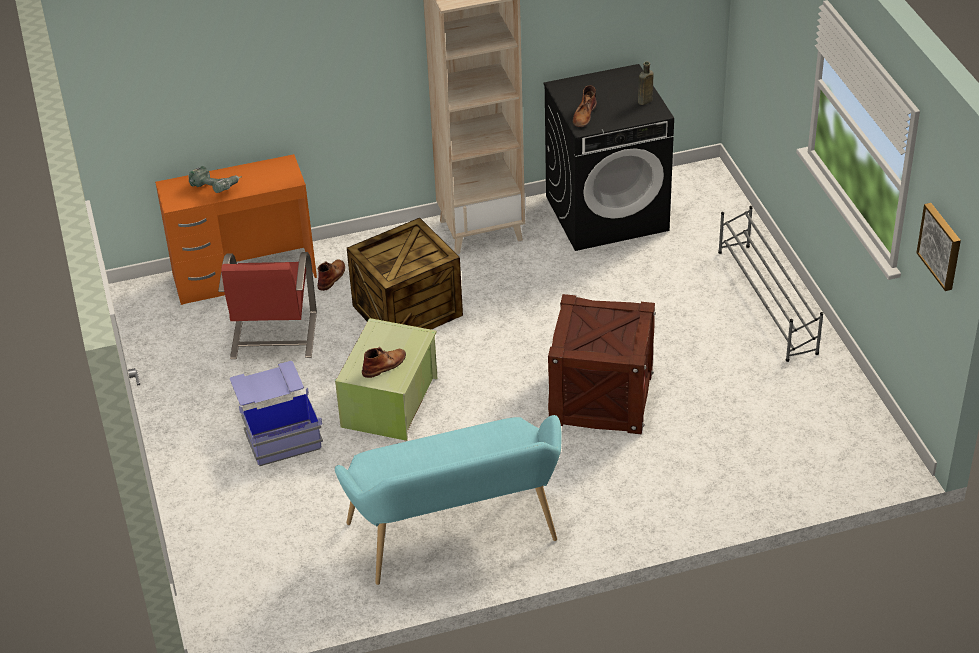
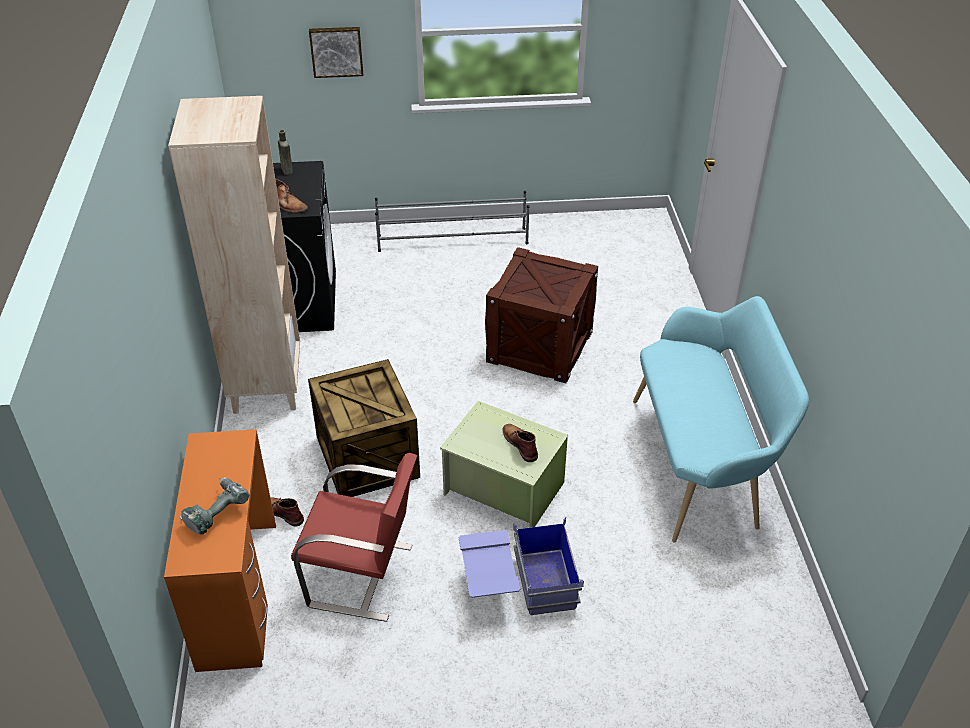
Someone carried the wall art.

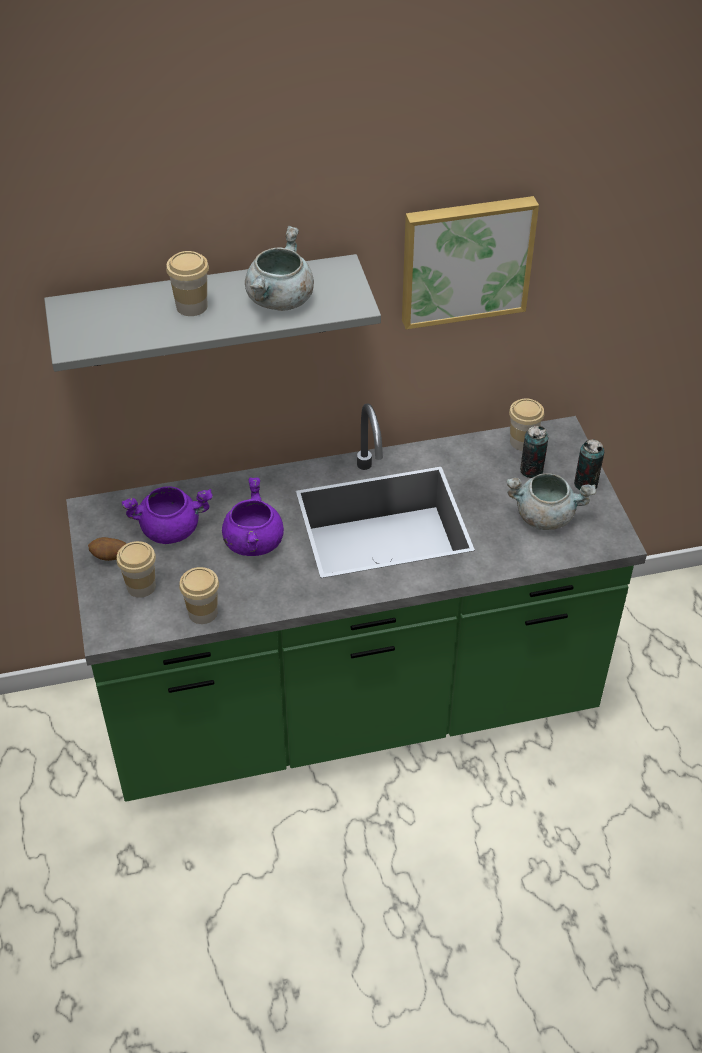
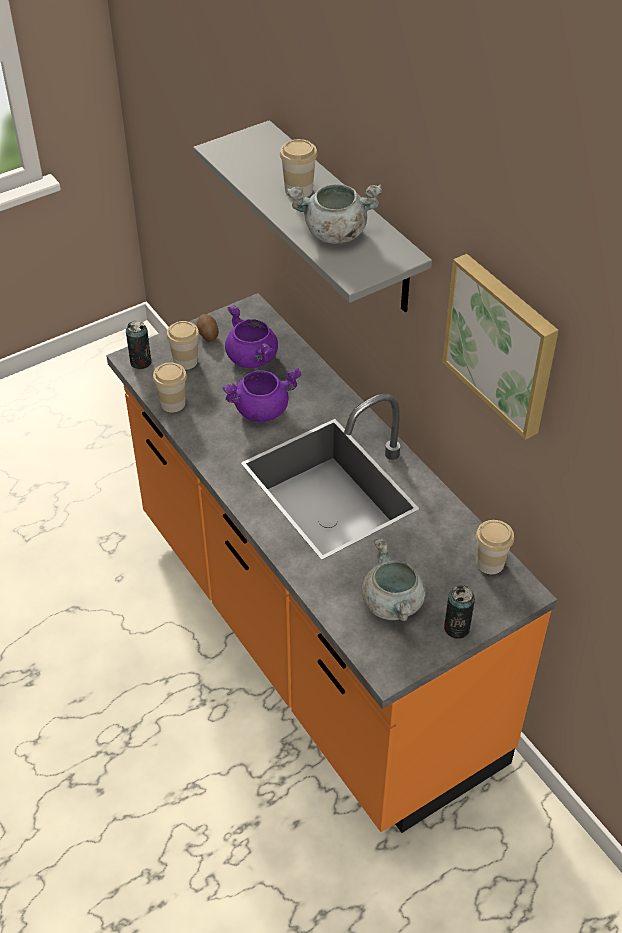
Someone repainted the green-coloured kitchen counter, which became the orange-coloured kitchen counter. Someone carried the metal can (no. 1 from left).

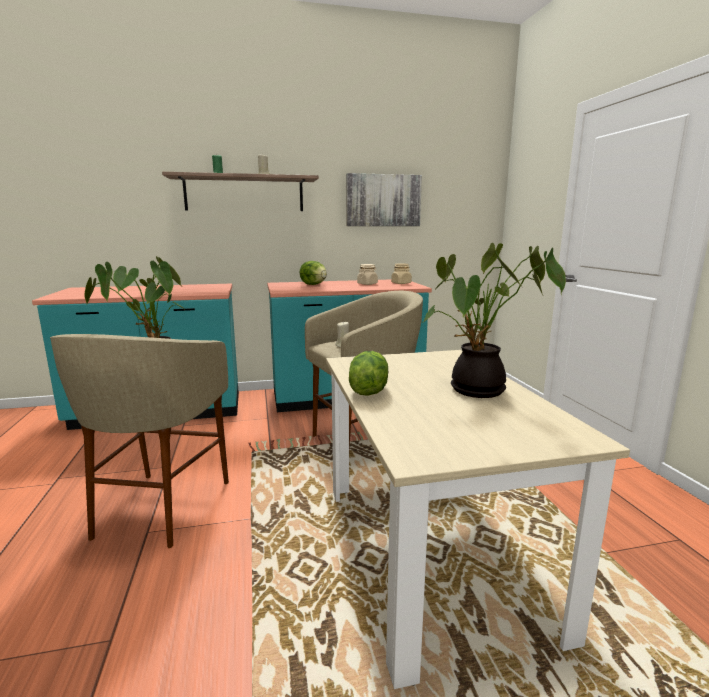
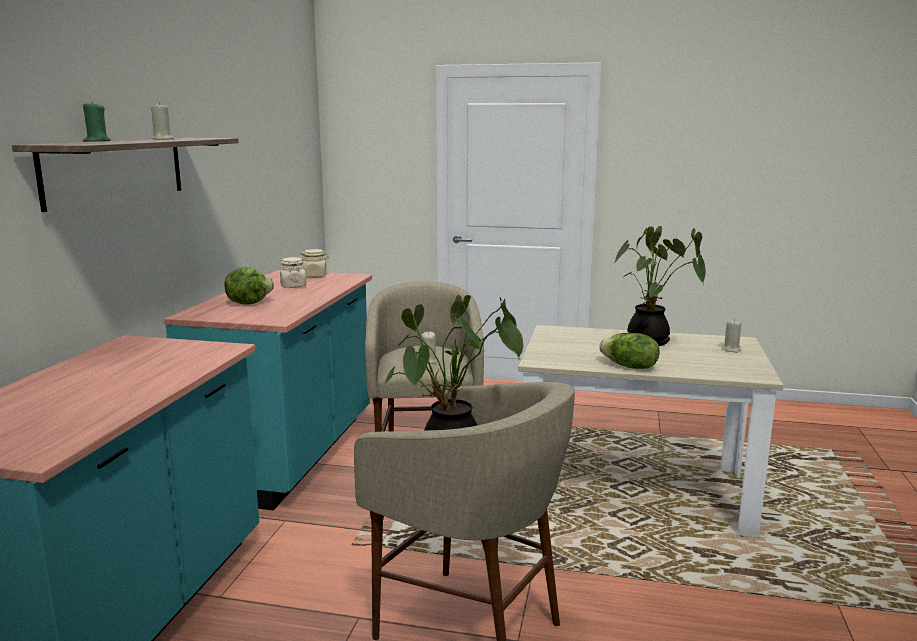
Someone put down the beige candle (no. 3 from left). Someone took away the wall art.

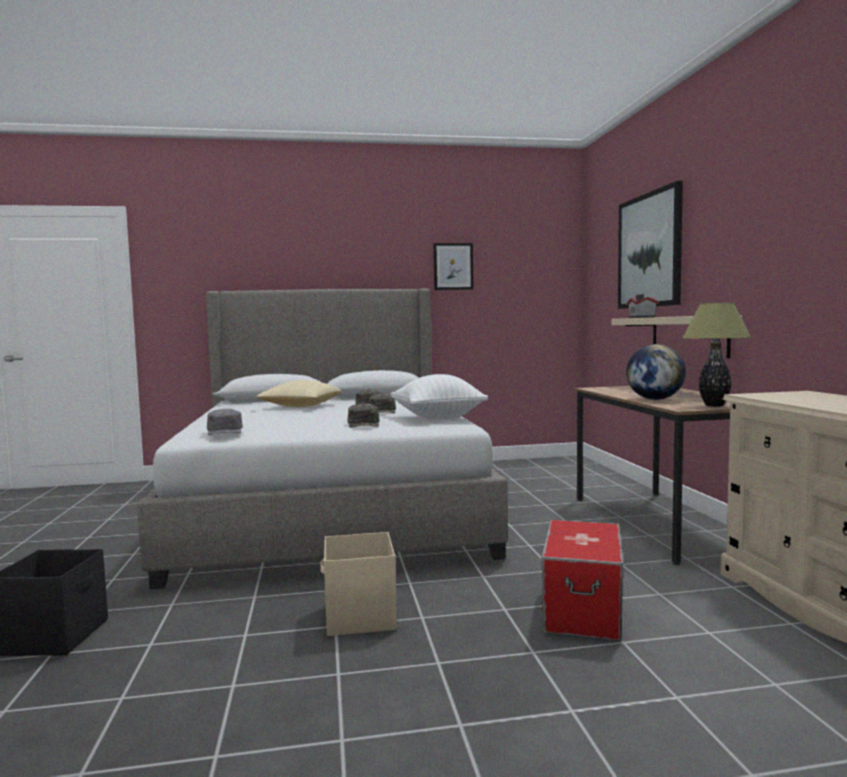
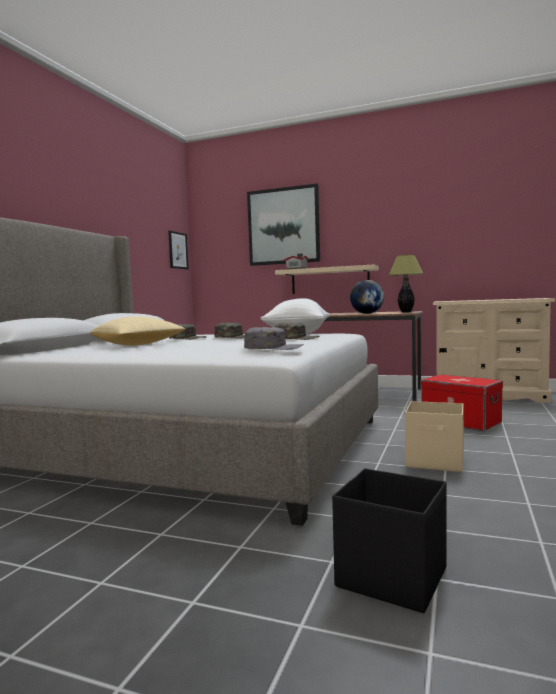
Someone carried the wall art (no. 1 from left).

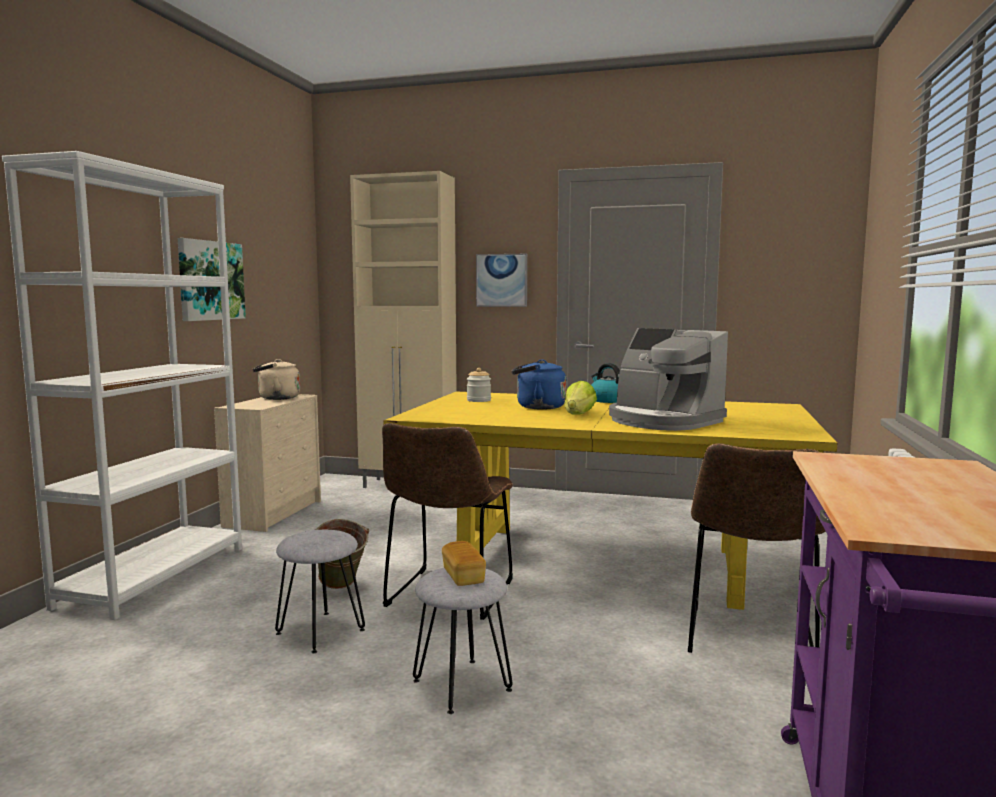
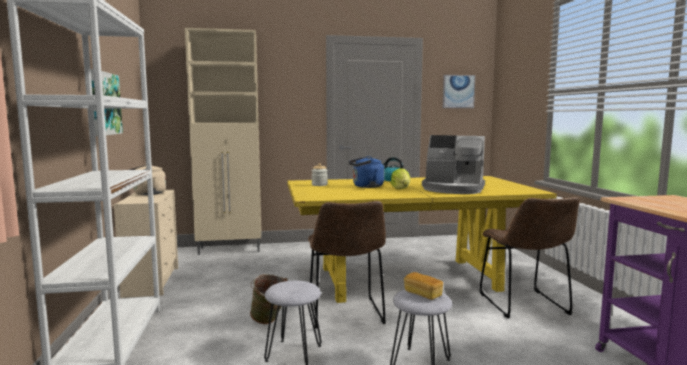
Someone carried the wall art (no. 2 from left).

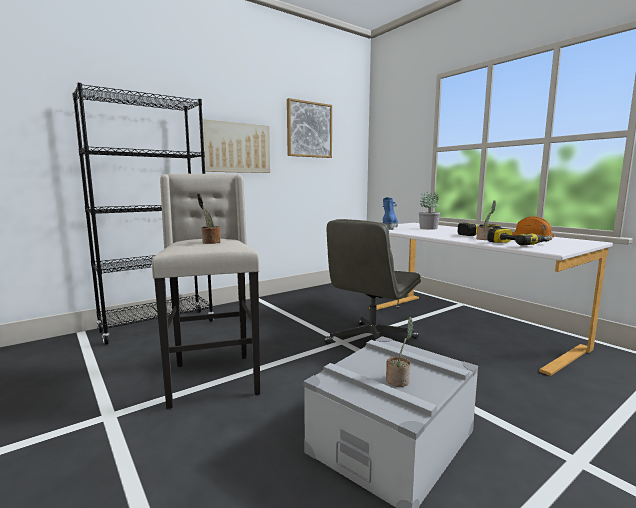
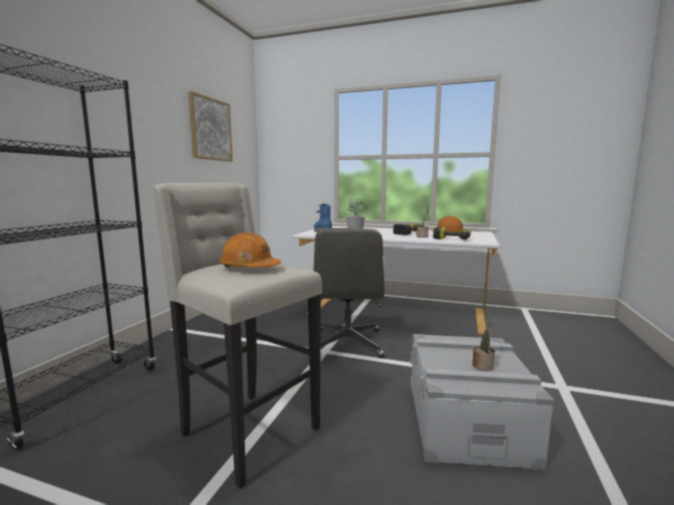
Someone swapped the potted plant (no. 1 from left) for the orange-coloured work helmet (no. 1 from left). Someone took away the wall art (no. 1 from left).

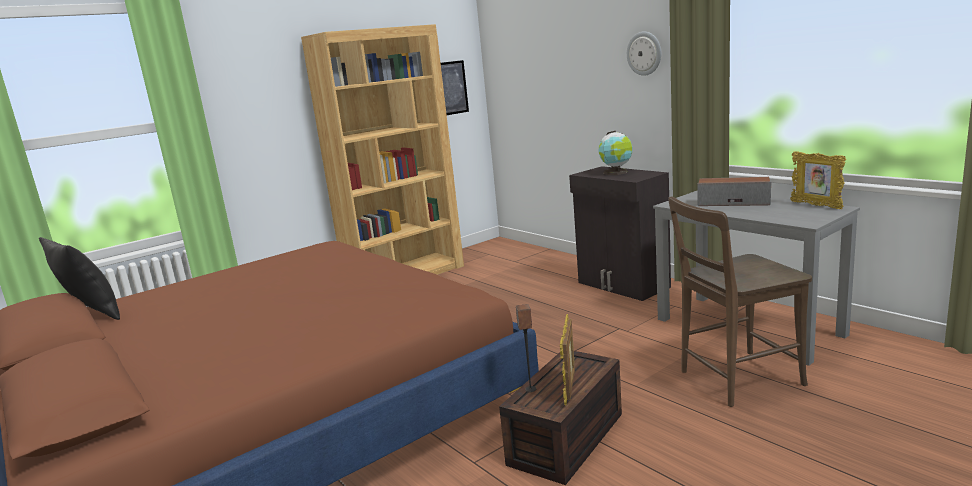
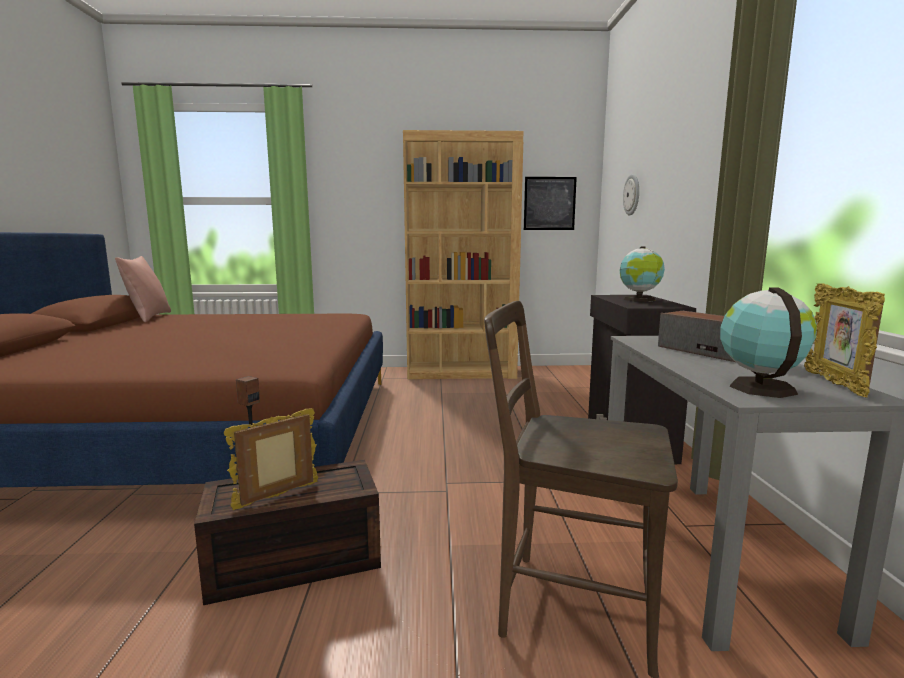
Someone repainted the black cushion, which became the pinkish cushion. Someone carried the clock on the wall. Someone put down the globe (no. 2 from left).

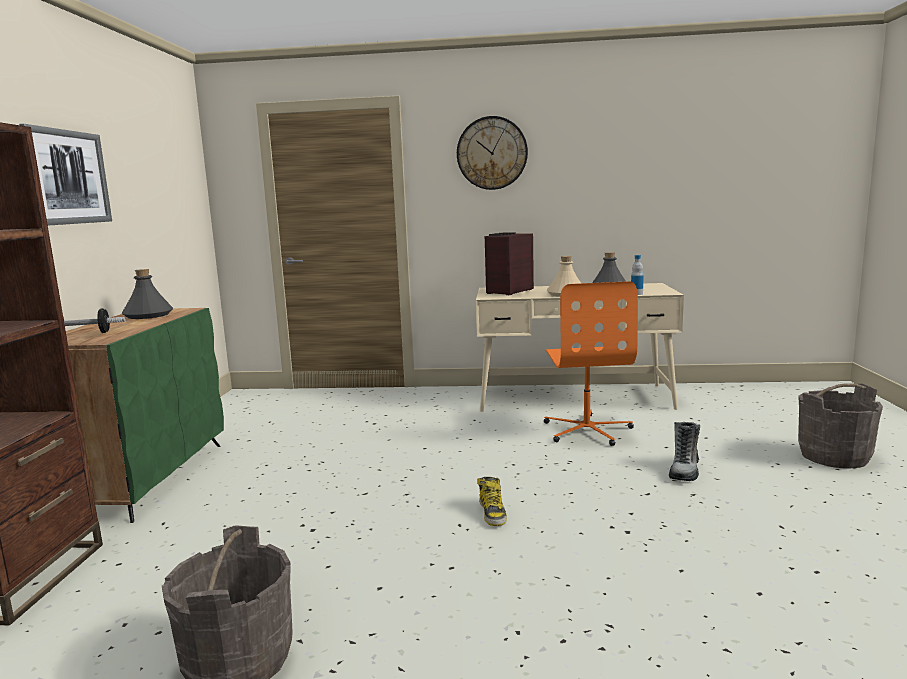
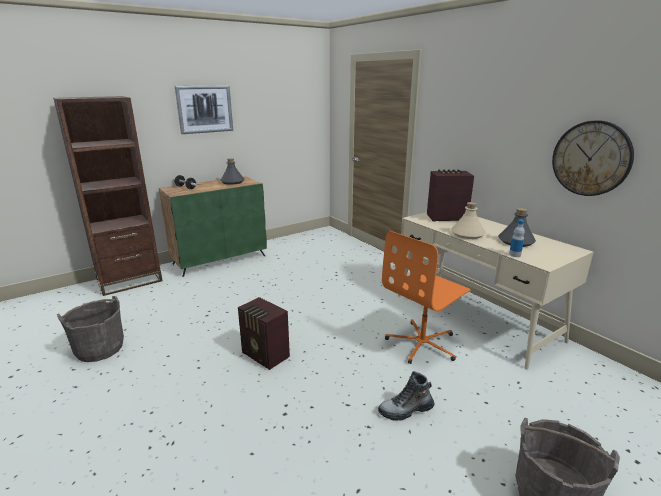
Someone swapped the high-top boot (no. 1 from left) for the radio set (no. 1 from left). Someone carried the clock on the wall.

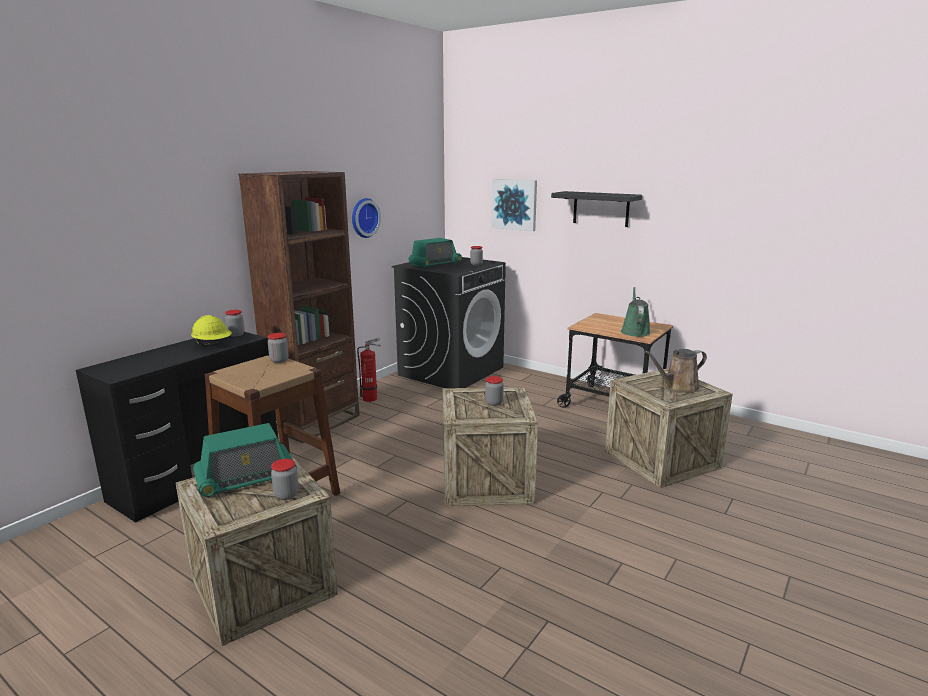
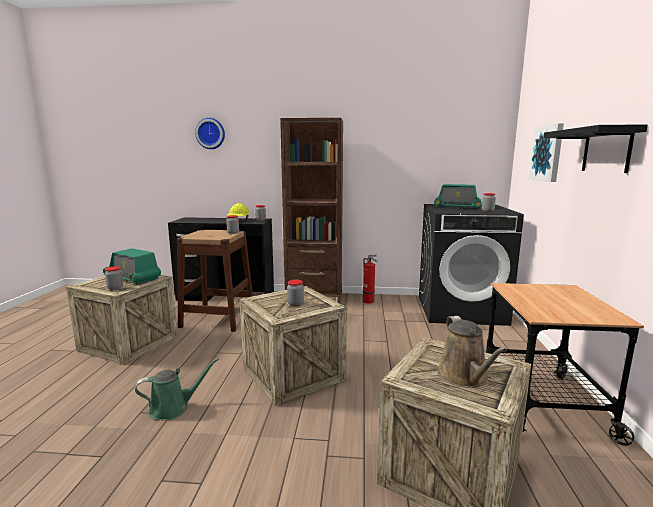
Someone carried the green-coloured watering pot. Someone carried the clock on the wall. Someone rotated the brown-coloured watering pot by 135 degrees counterclockwise.

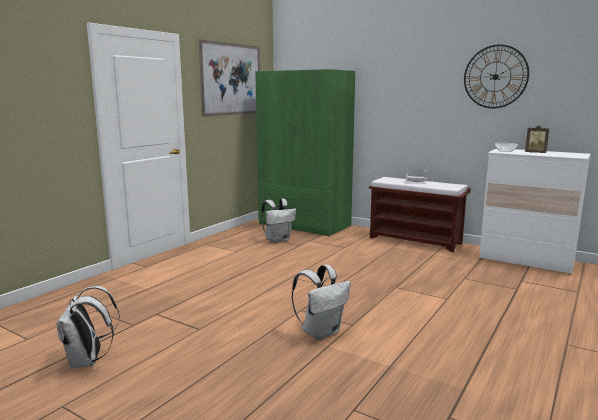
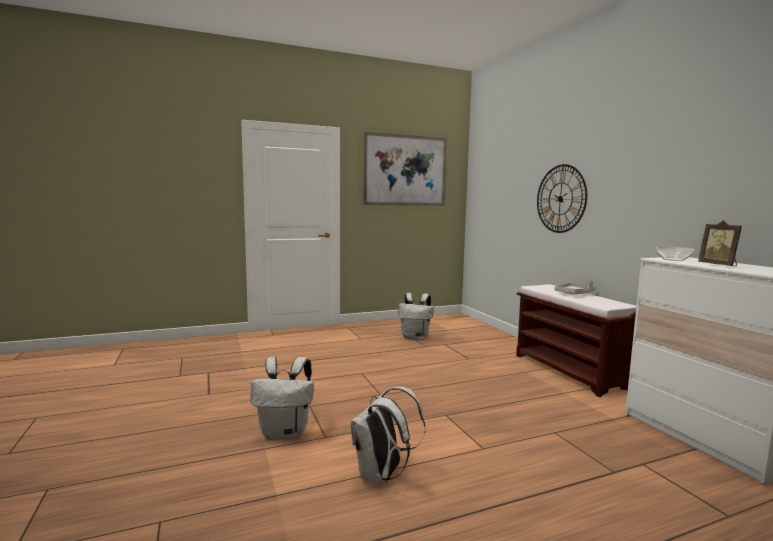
Someone carried the whitish knapsack (no. 1 from left in the first image). Someone carried the clock on the wall. Someone took away the green-coloured clothes cupboard.

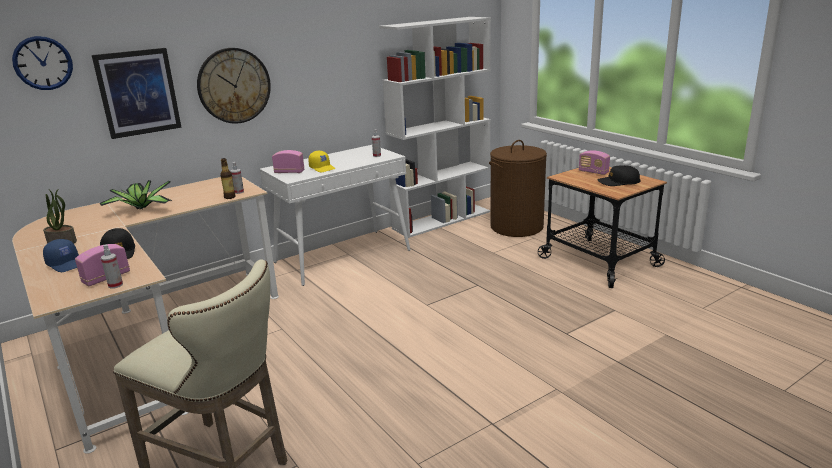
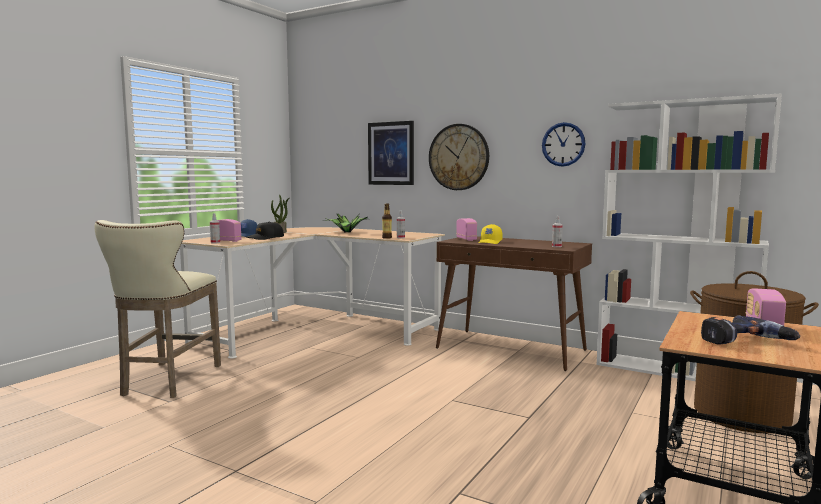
Someone repainted the whitish narrow table, which became the brown-coloured narrow table. Someone carried the clock on the wall (no. 1 from left in the first image). Someone swapped the black baseball cap (no. 2 from left) for the electric drill.

